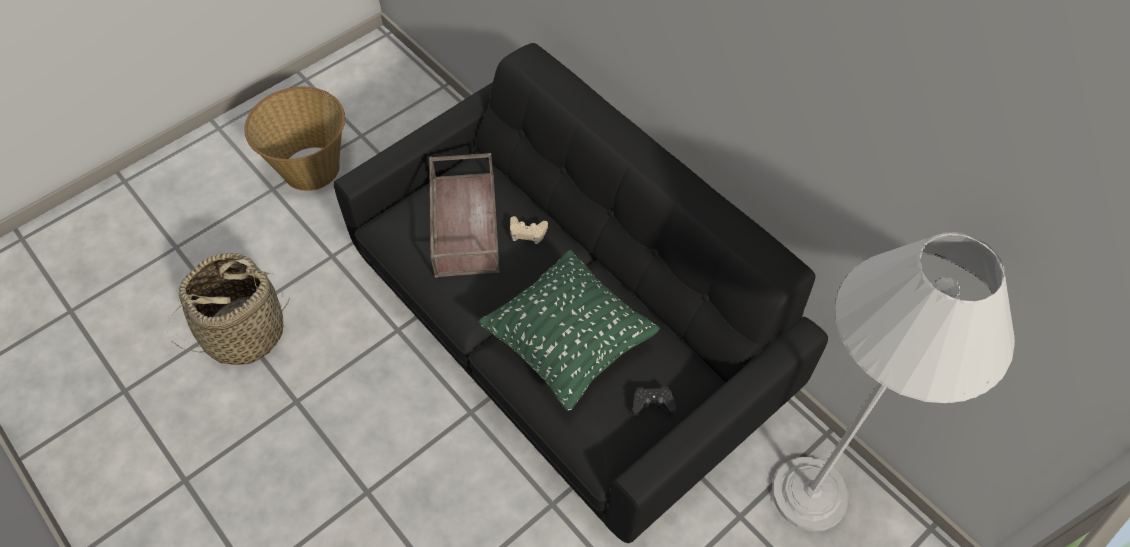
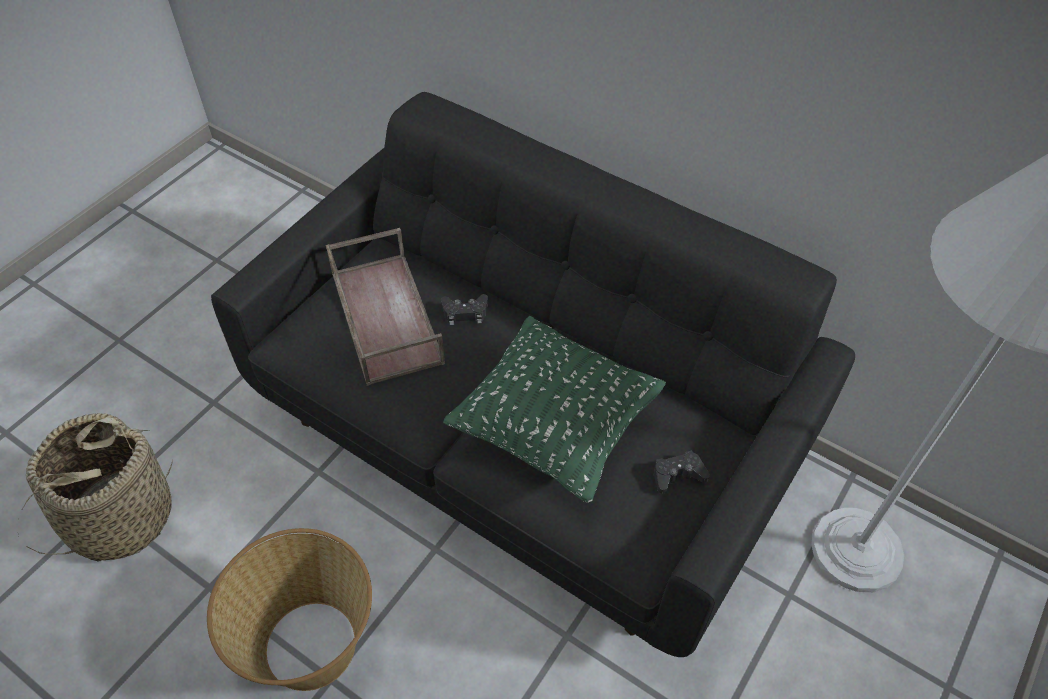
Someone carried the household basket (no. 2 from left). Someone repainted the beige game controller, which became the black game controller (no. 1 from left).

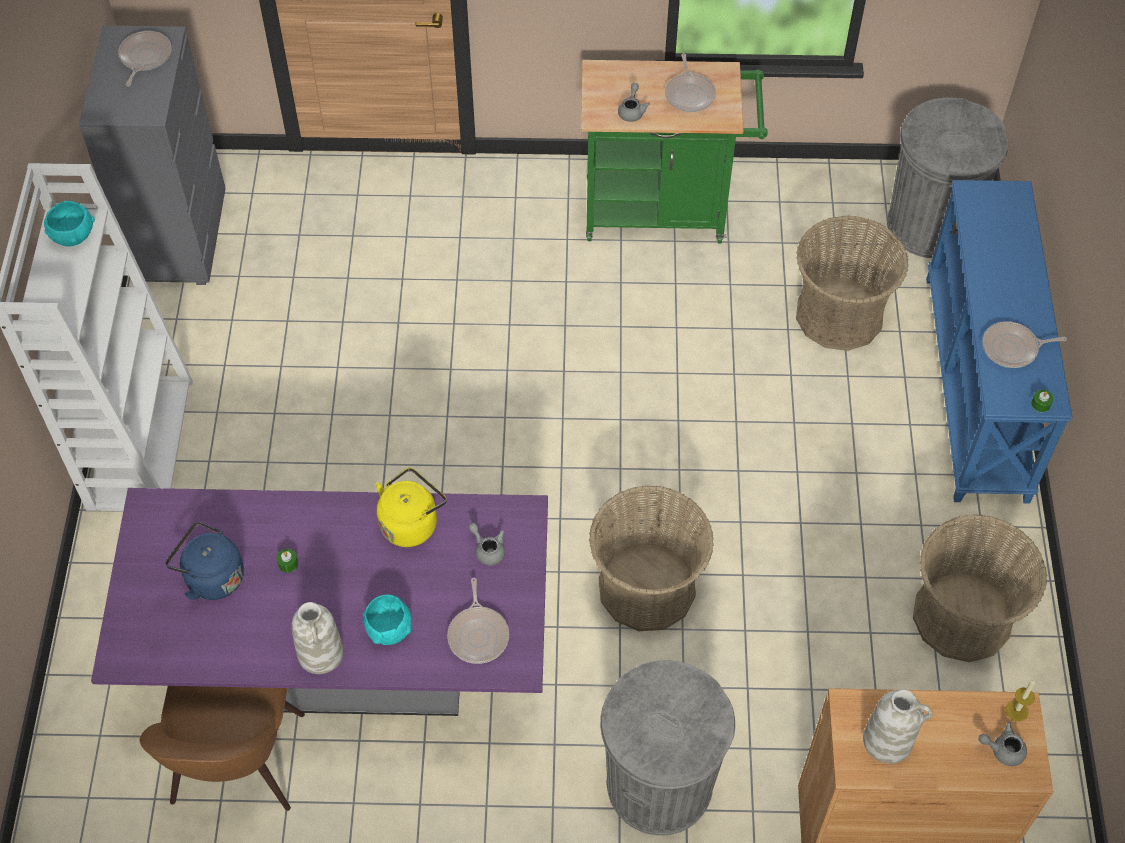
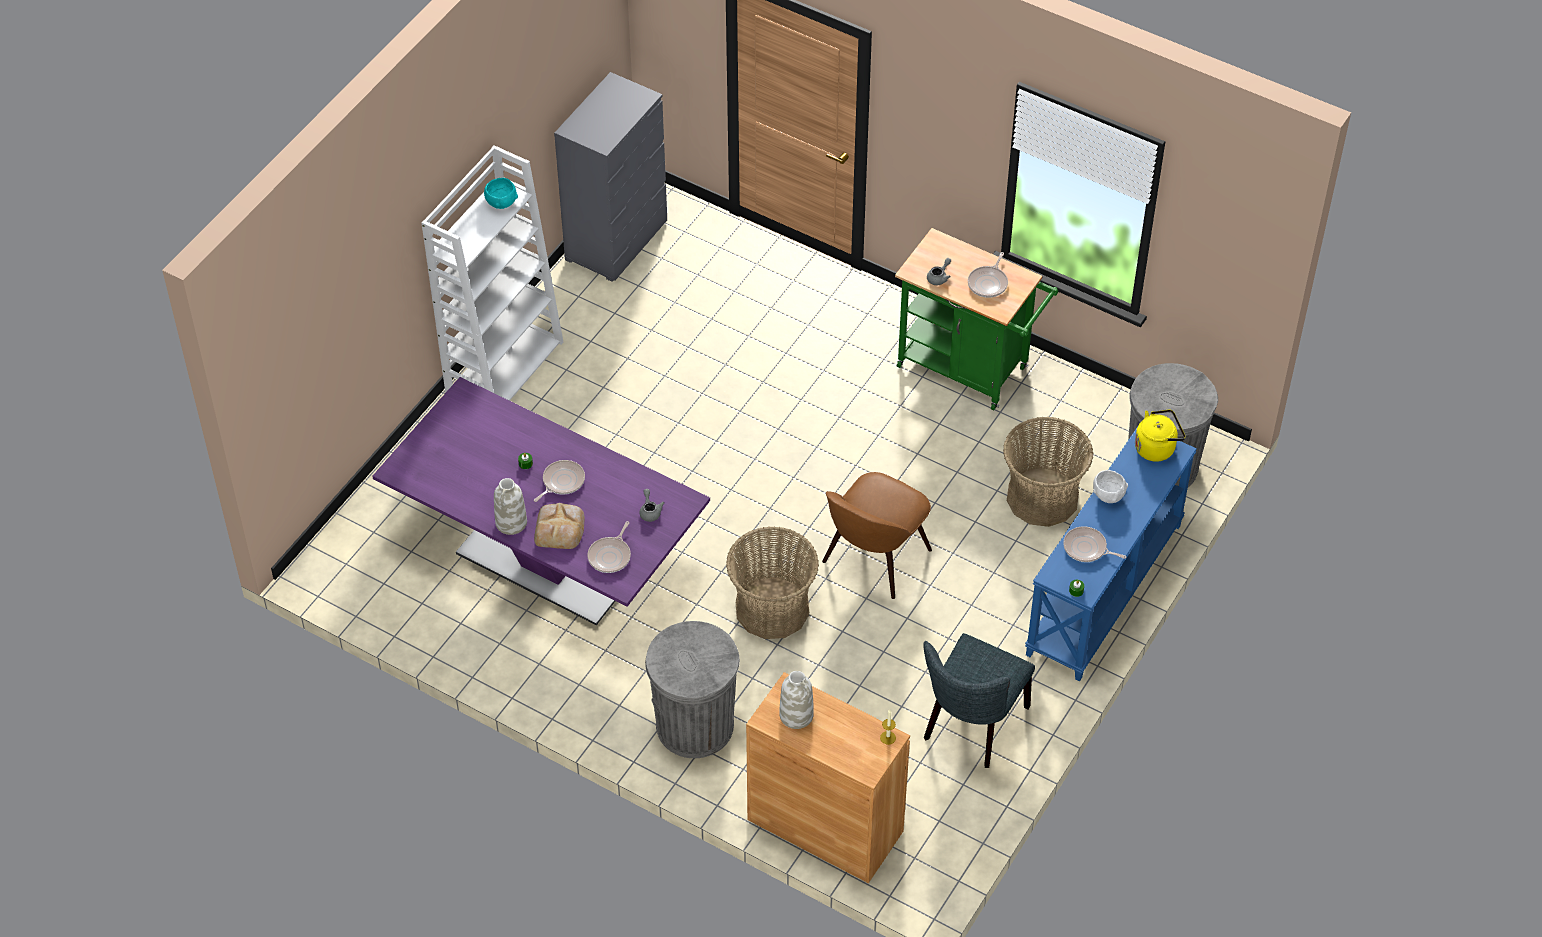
Someone carried the pan (no. 1 from left). Someone swapped the blue-green deep dish (no. 2 from left) for the baked bread. Someone carried the brown-coloured plain chair. Someone swapped the household basket (no. 3 from left) for the gray plain chair. Someone put down the whitish deep dish. Someone carried the yellow-coloured water kettle. Someone took away the blue water kettle. Someone took away the gray teapot (no. 3 from left).

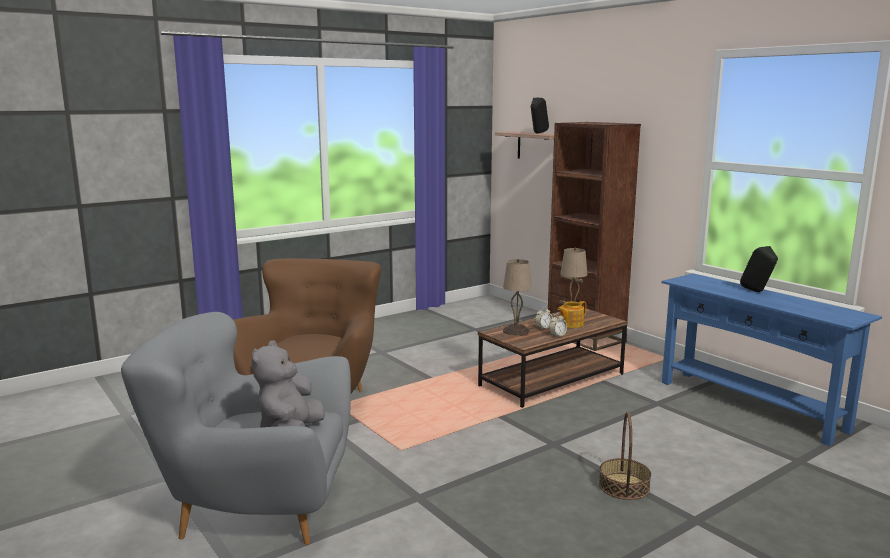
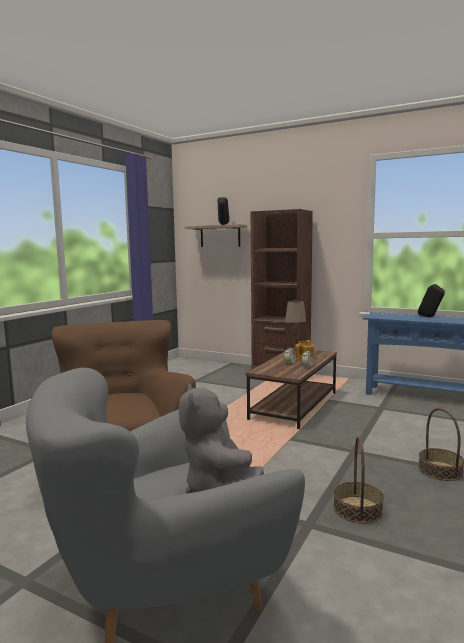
Someone put down the household basket (no. 1 from left). Someone took away the beige table lamp (no. 1 from left).

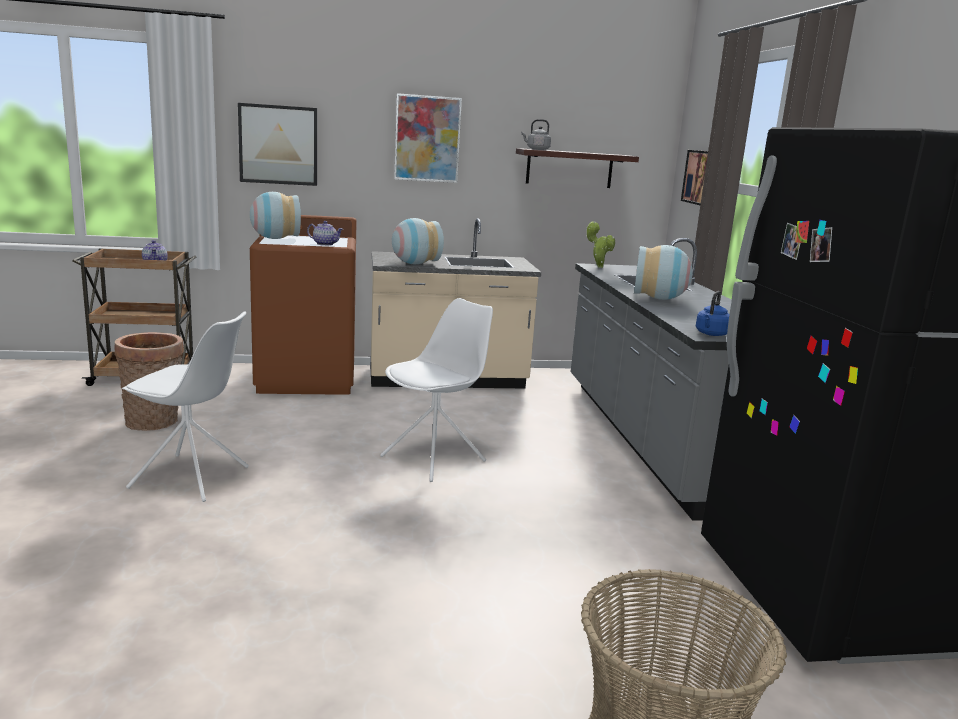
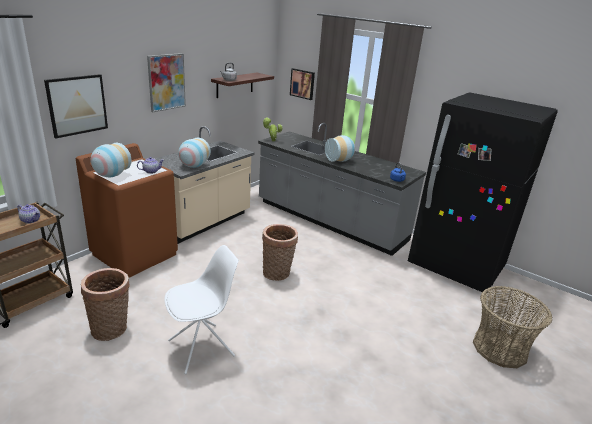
Someone swapped the whitish plain chair (no. 2 from left) for the household basket (no. 2 from left).

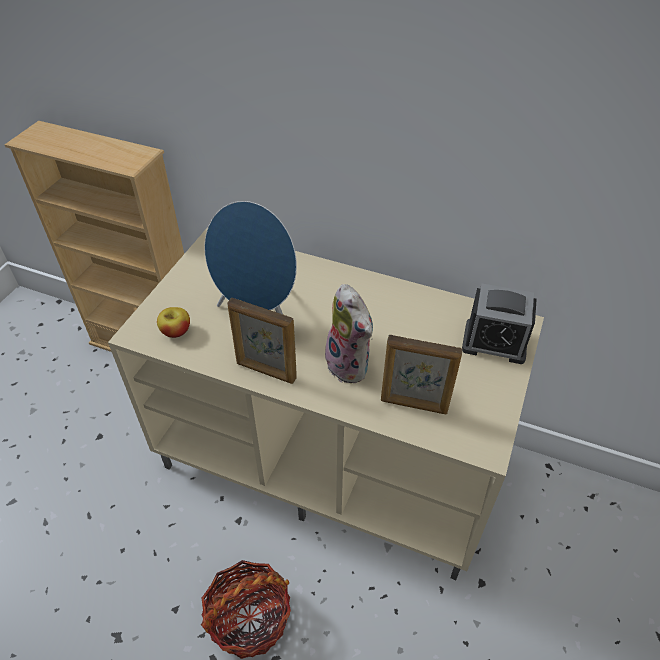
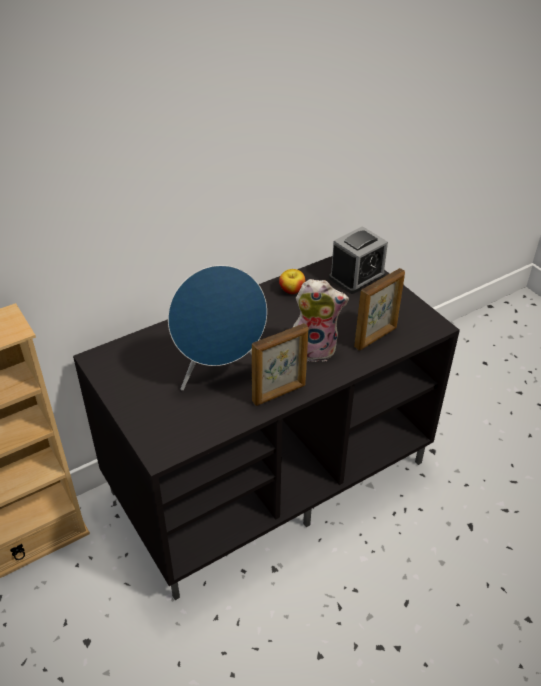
Someone repainted the beige tv stand, which became the black tv stand. Someone carried the apple. Someone took away the household basket.

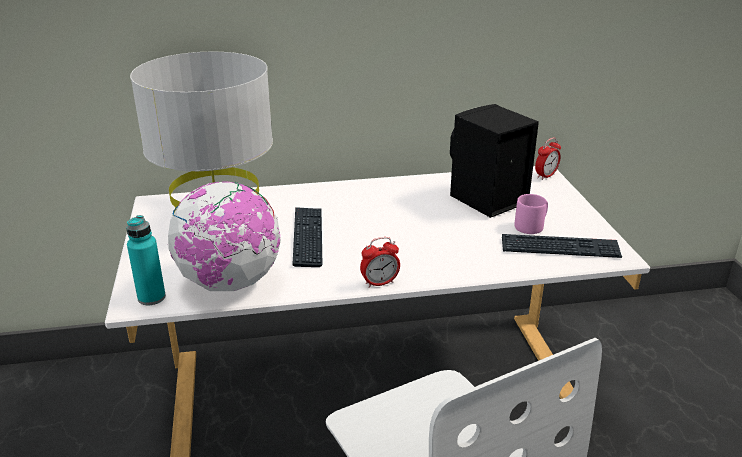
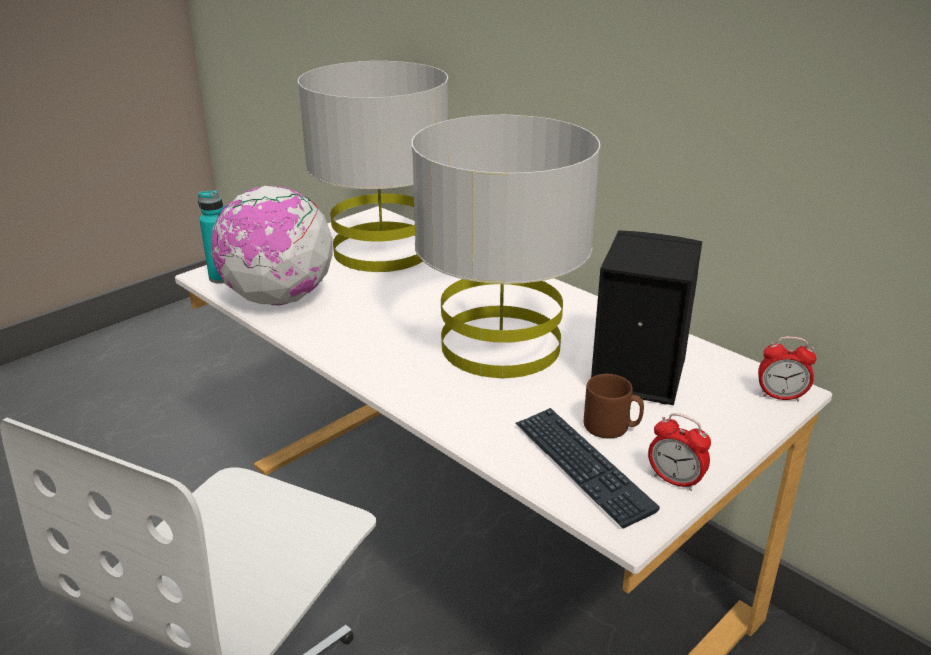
Someone put down the gray table lamp (no. 2 from left). Someone repainted the pinkish mug, which became the brown-coloured mug. Someone carried the bedside clock (no. 1 from left). Someone took away the PC keyboard (no. 1 from left).

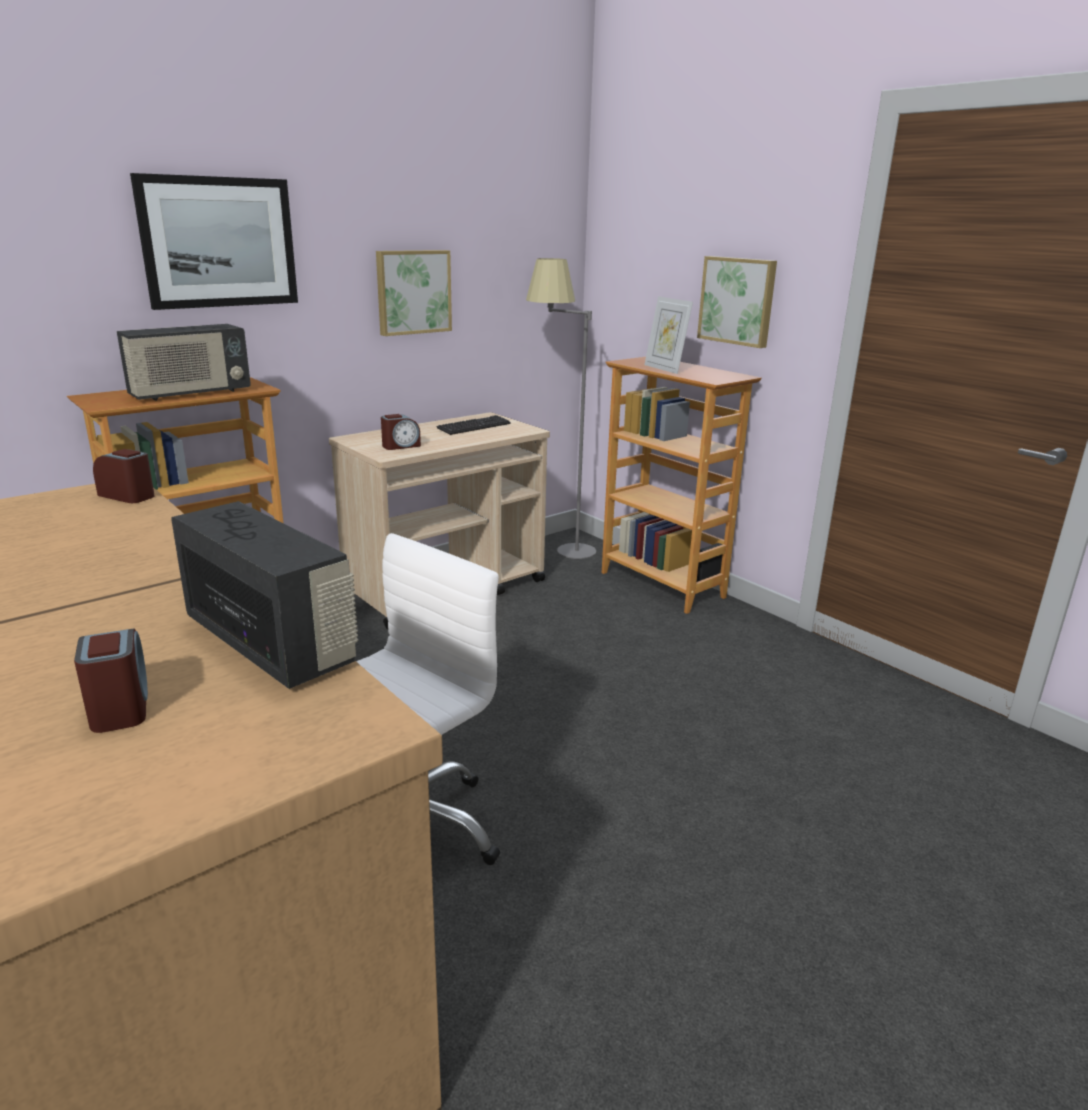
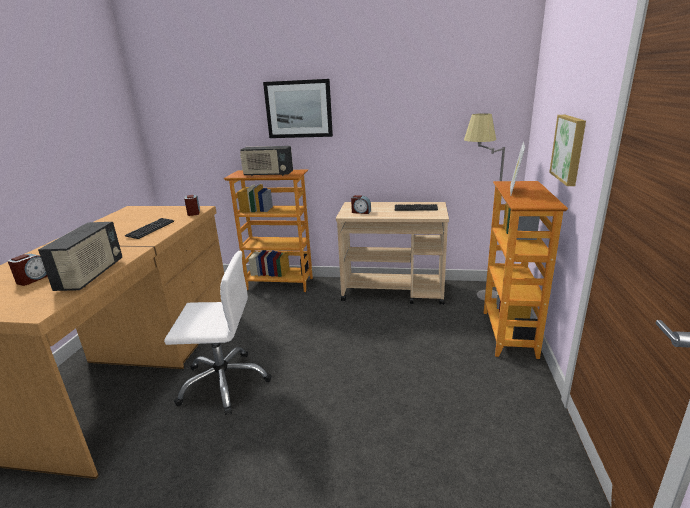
Someone put down the PC keyboard (no. 1 from left). Someone took away the wall art (no. 2 from left).

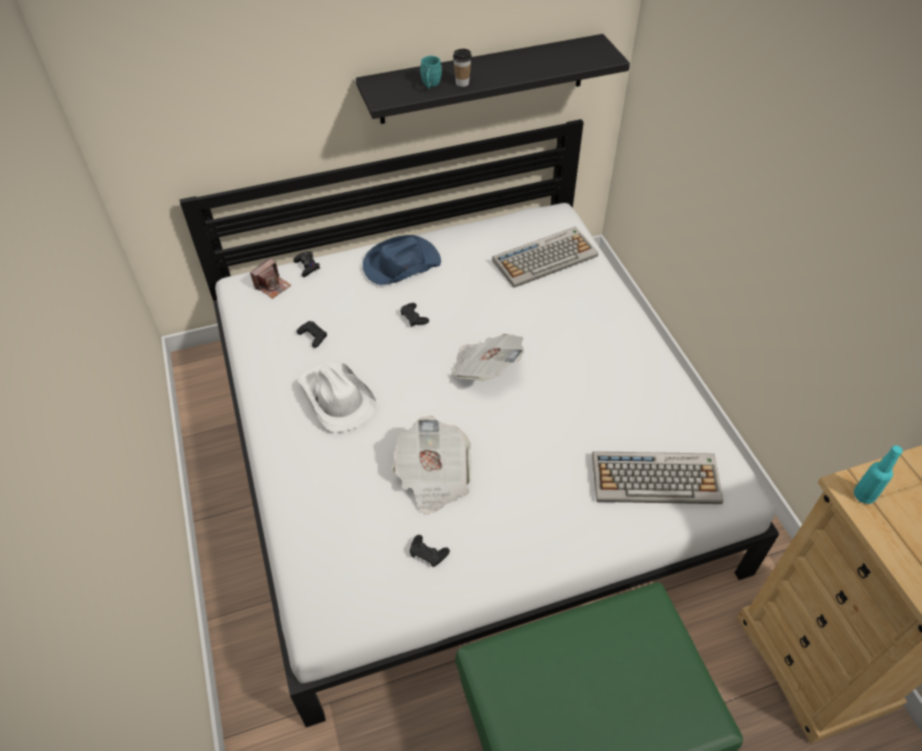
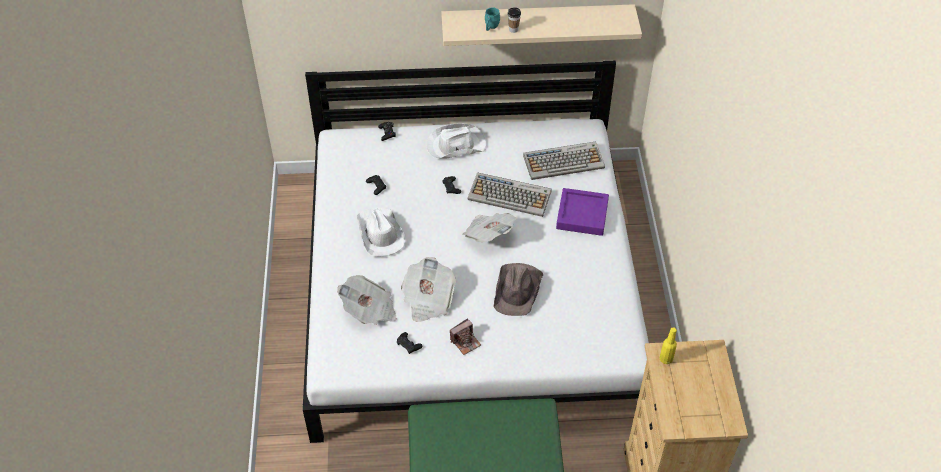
Someone put down the daily paper (no. 1 from left). Someone repainted the blue hat, which became the whitish hat (no. 2 from left). Someone repainted the black bracket shelf, which became the beige bracket shelf. Someone carried the still camera. Someone carried the PC keyboard (no. 2 from left in the first image). Someone put down the brown-coloured hat. Someone put down the purple-coloured tray. Someone repainted the blue-green drink bottle, which became the yellow-coloured drink bottle.

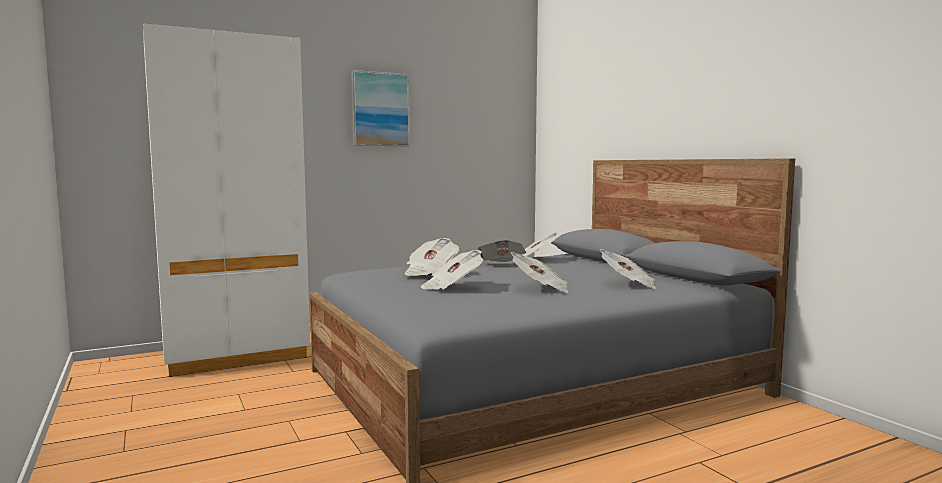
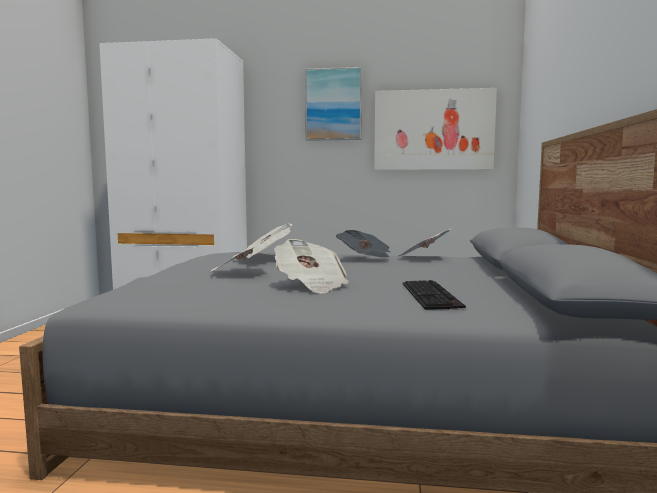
Someone put up the wall art (no. 2 from left). Someone swapped the daily paper (no. 6 from left) for the PC keyboard.

